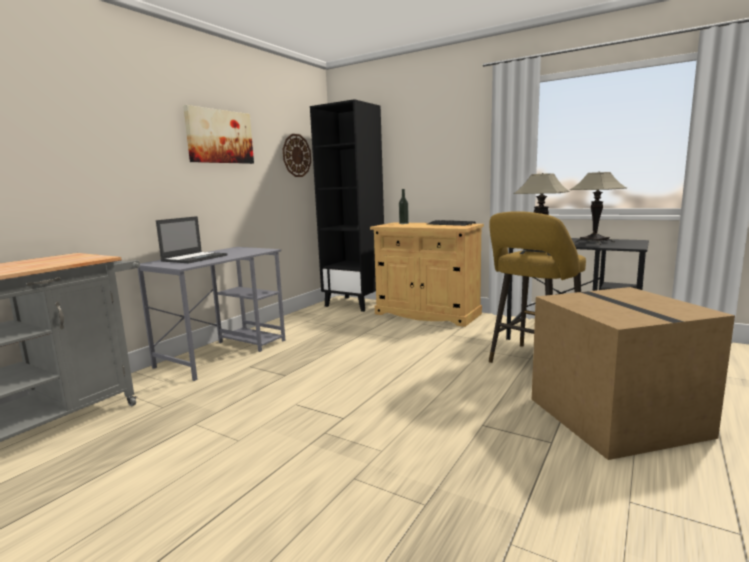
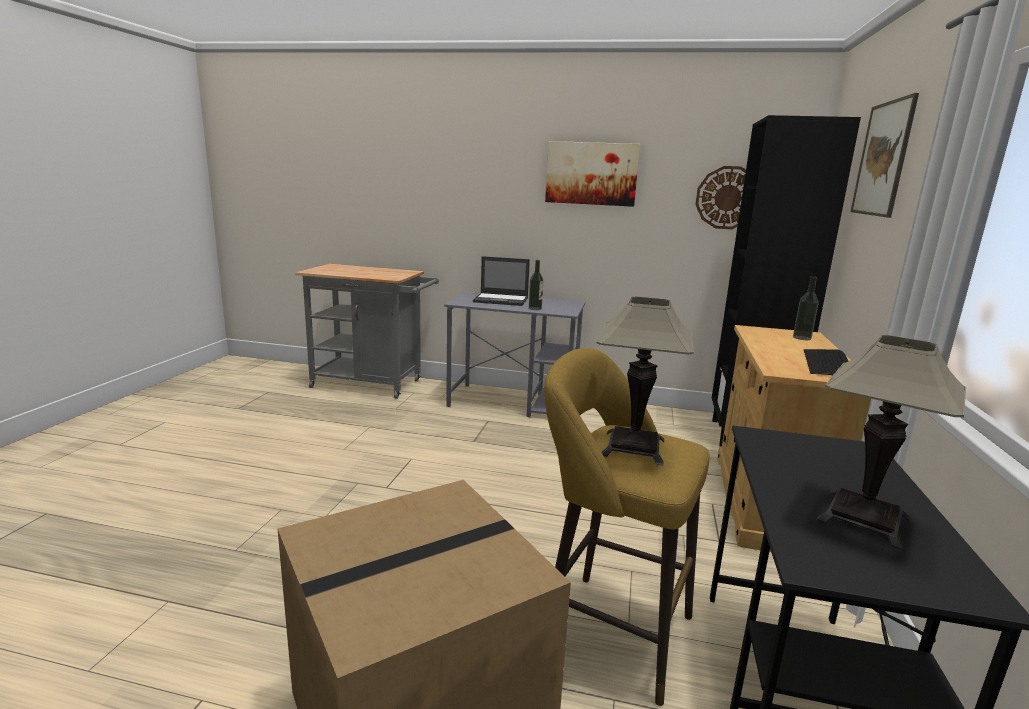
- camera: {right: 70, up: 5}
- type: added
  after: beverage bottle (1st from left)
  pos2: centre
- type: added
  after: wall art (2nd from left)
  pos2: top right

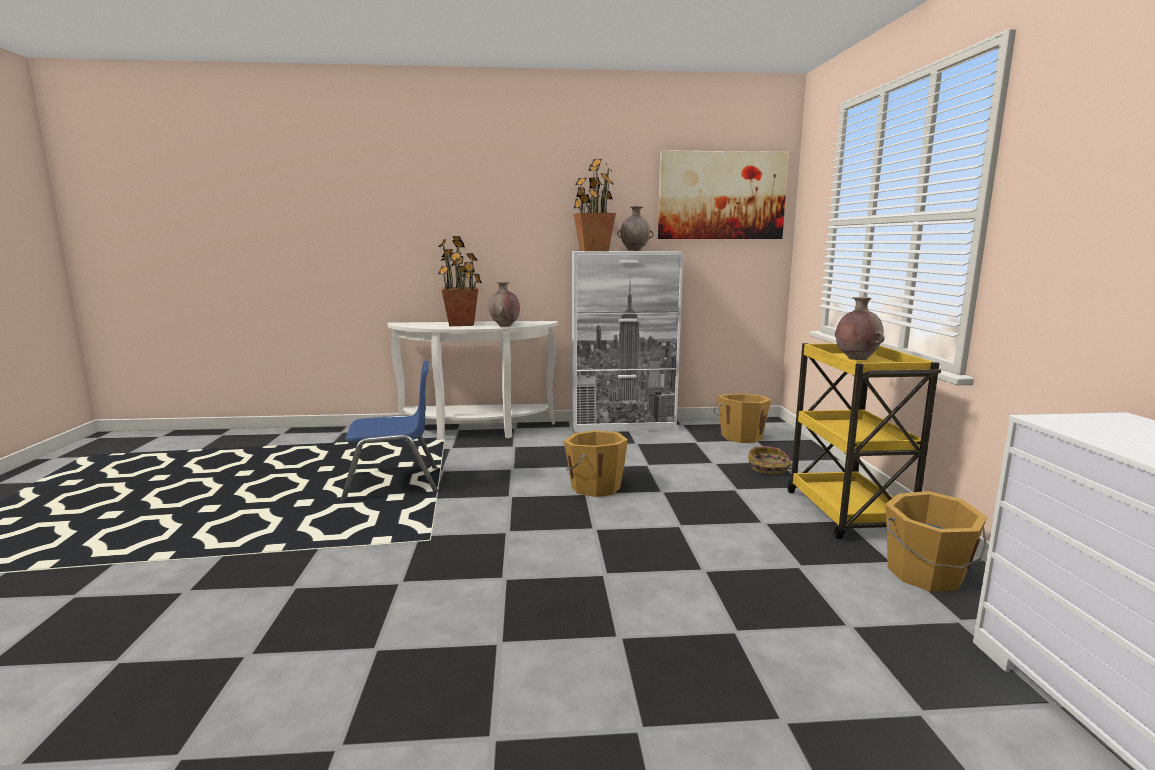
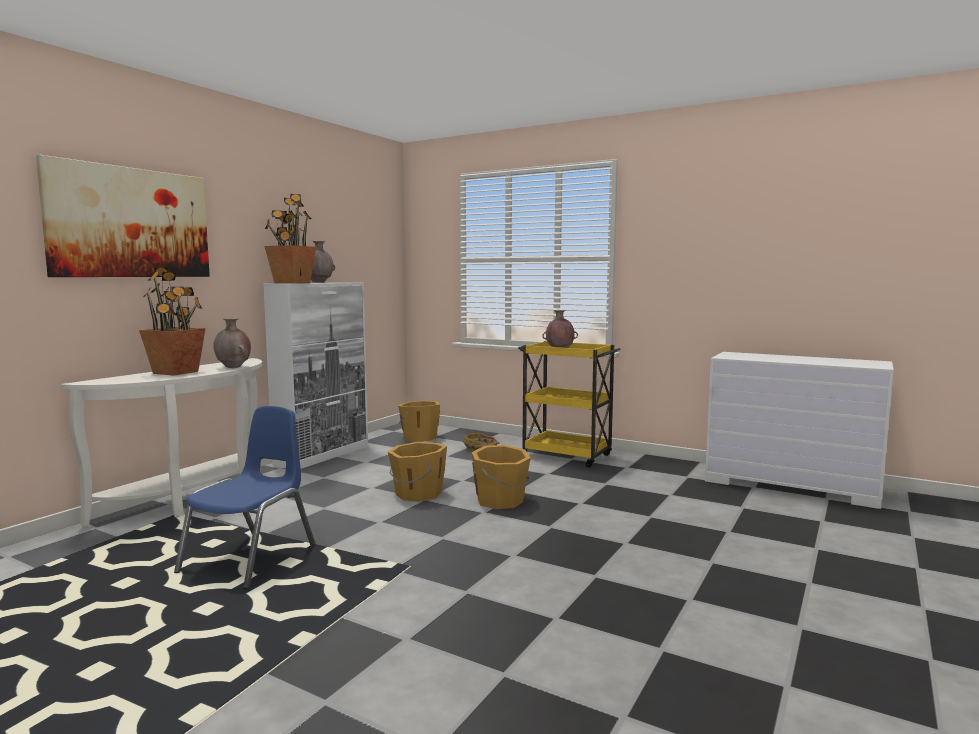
- camera: {right: -55, up: -5}
- type: moved
  before: wall art
  pos1: top centre
  pos2: top left
- type: moved
  before: bucket (orange) (3rd from left)
  pos1: bottom right
  pos2: centre

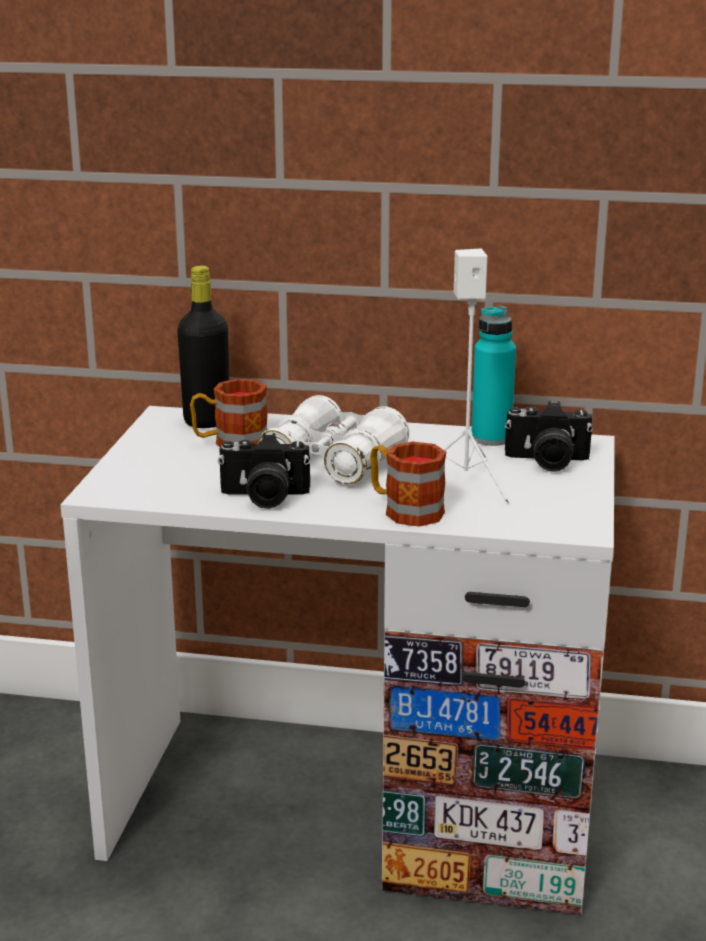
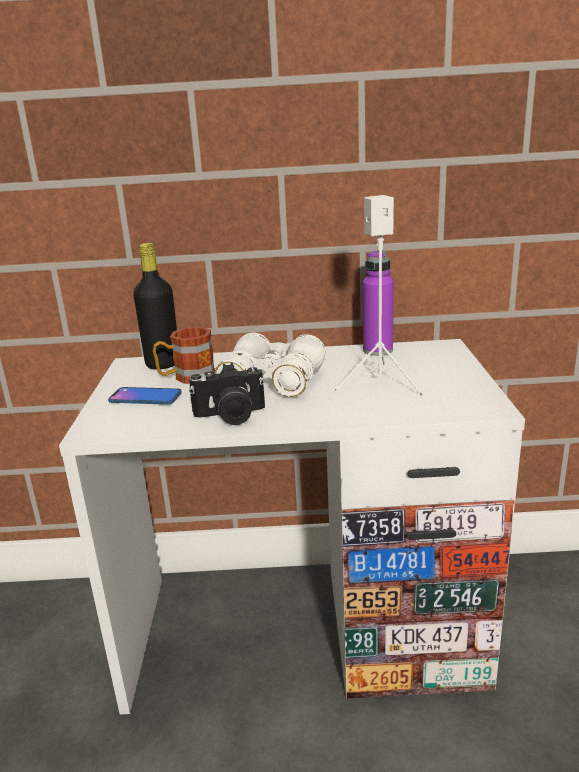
- camera: {right: -10, up: 0}
- type: added
  after: phone
  pos2: middle left
- type: recoloured
  before: beverage bottle (turquoise)
  after: beverage bottle (purple)
  pos1: middle right
  pos2: centre
- type: removed
  before: tea mug (2nd from left)
  pos1: centre
- type: removed
  before: photo camera (2nd from left)
  pos1: middle right

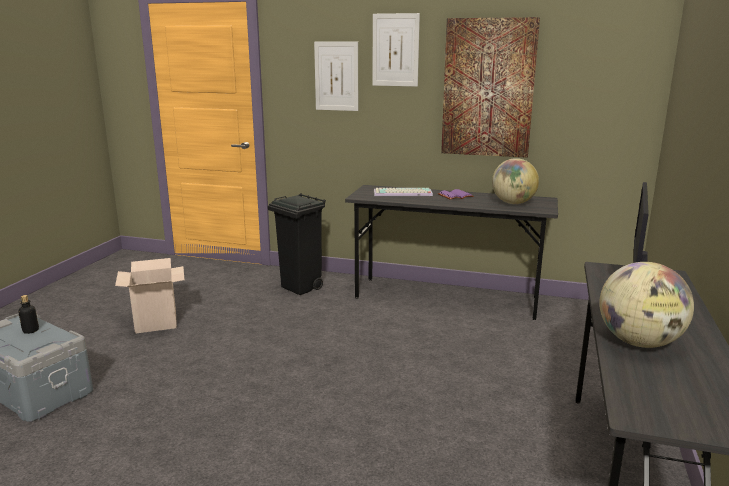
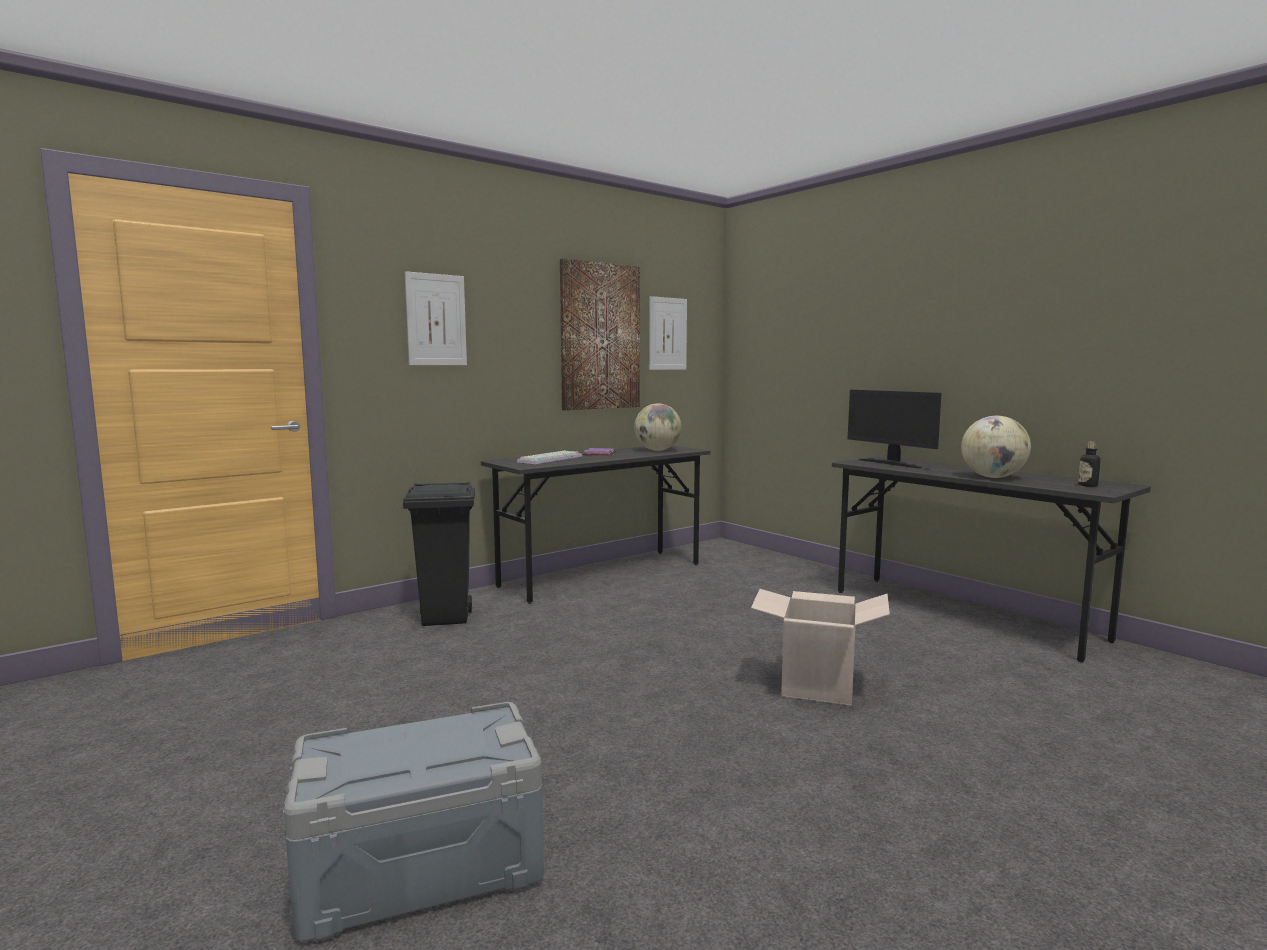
- camera: {right: -55, up: -10}
- type: moved
  before: wall art (2nd from left in the first image)
  after: wall art (3rd from left)
  pos1: top centre
  pos2: centre
- type: moved
  before: carton
  pos1: middle left
  pos2: bottom centre
- type: moved
  before: beverage bottle
  pos1: middle left
  pos2: middle right

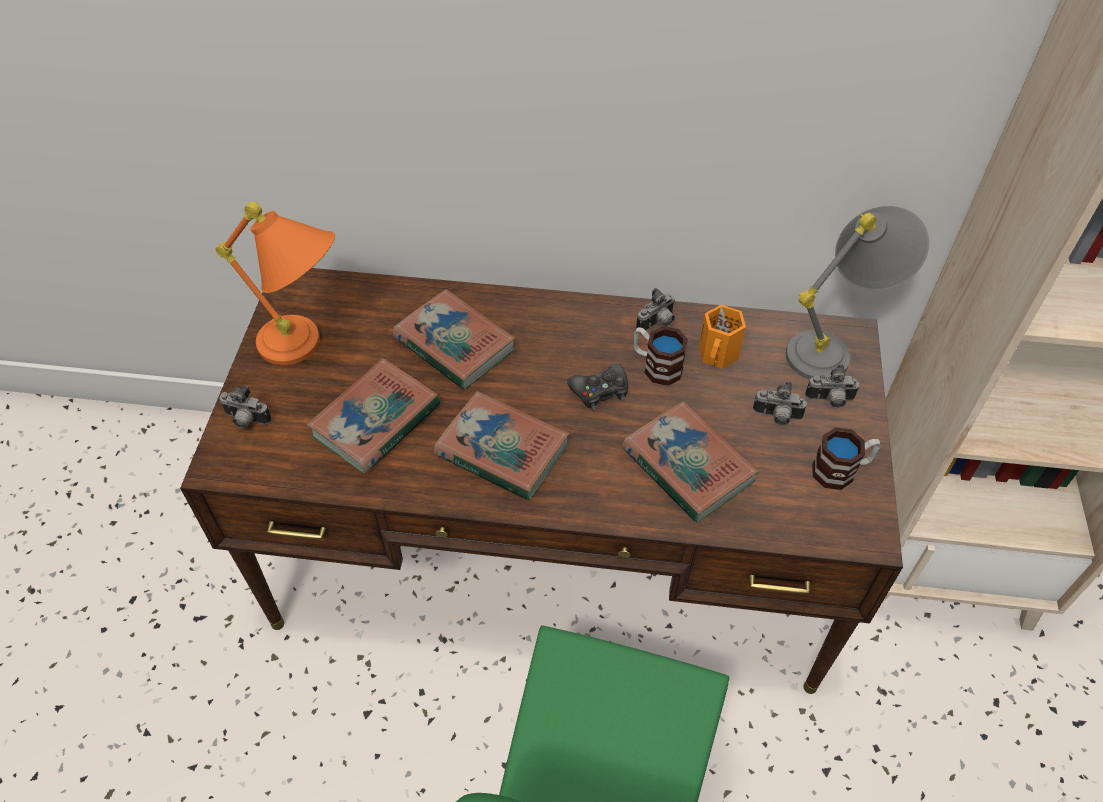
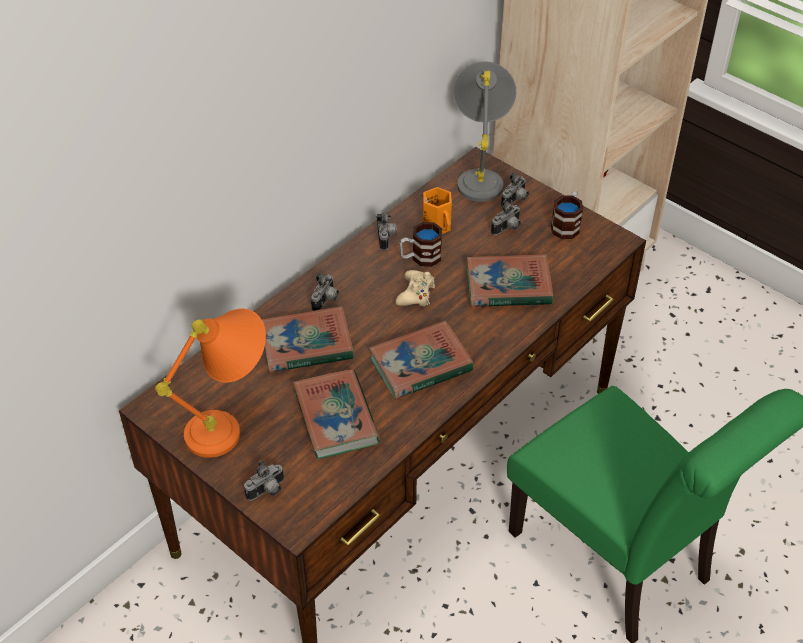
- camera: {right: -55, up: -5}
- type: added
  after: photo camera (2nd from left)
  pos2: centre
- type: recoloured
  before: joypad (black)
  after: joypad (beige-coloured)
  pos1: centre
  pos2: centre

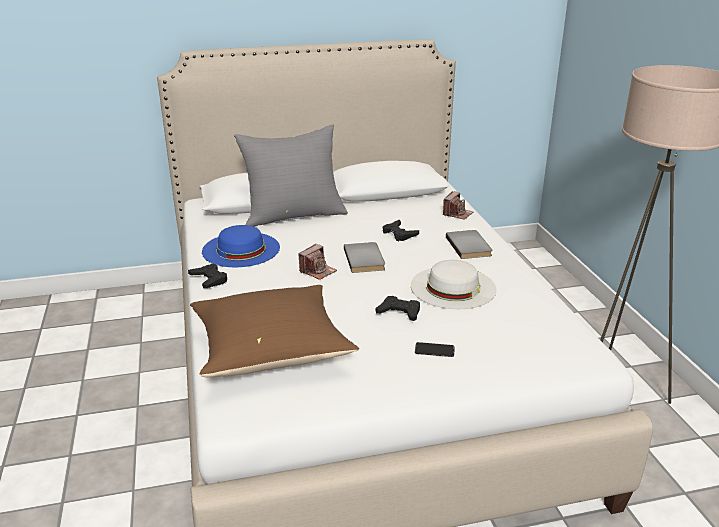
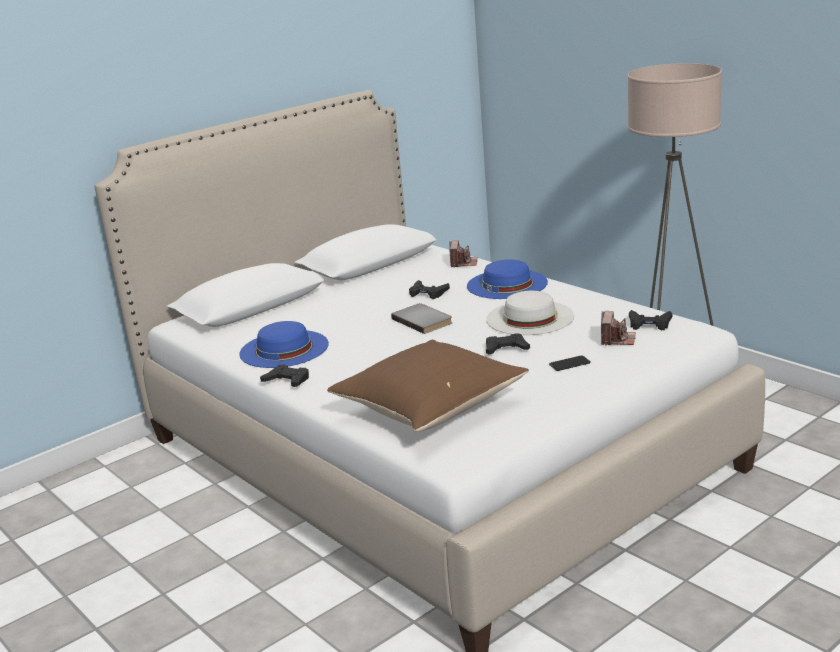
- camera: {right: -25, up: -5}
- type: replaced
  before: volume (gray) (2nd from left)
  after: wearable hat (blue) (2nd from left)
  pos1: centre
  pos2: centre
- type: moved
  before: photo camera (1st from left in the first image)
  after: photo camera (2nd from left)
  pos1: centre
  pos2: middle right
- type: added
  after: joypad (black) (4th from left)
  pos2: middle right
- type: removed
  before: cushion (gray)
  pos1: top centre

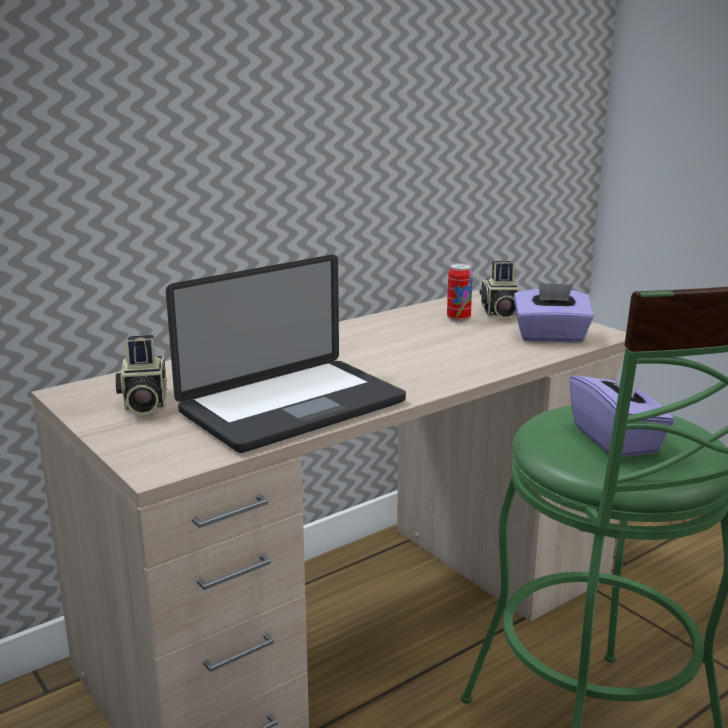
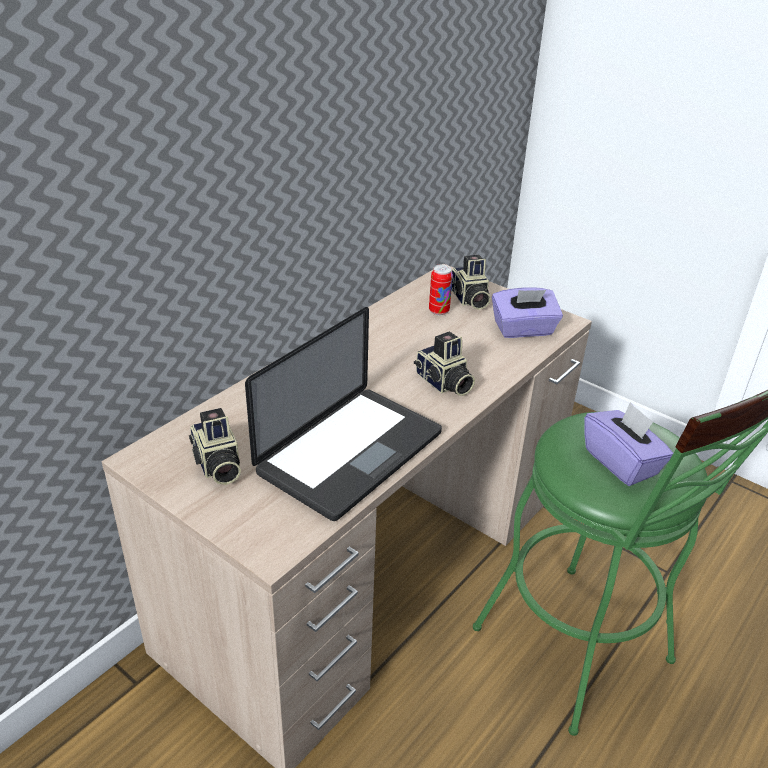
- camera: {right: -15, up: 15}
- type: added
  after: photo camera (2nd from left)
  pos2: centre

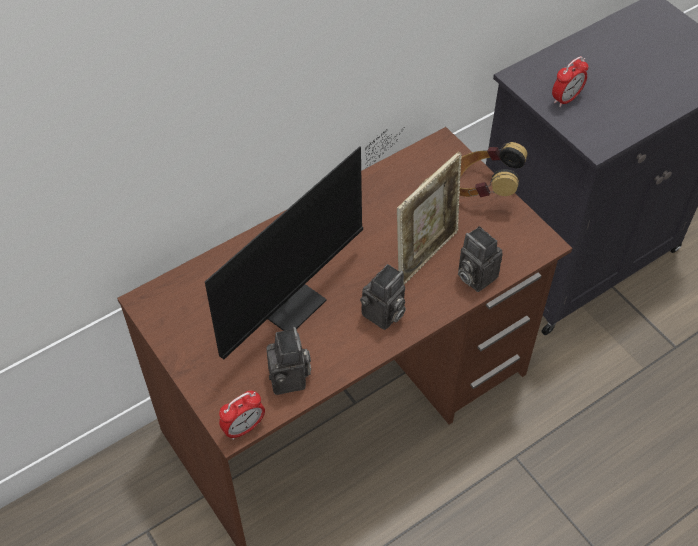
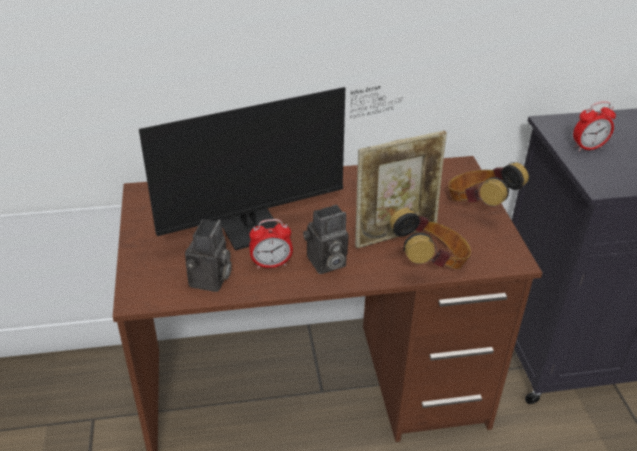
- camera: {right: 25, up: -15}
- type: moved
  before: table clock (1st from left)
  pos1: bottom centre
  pos2: centre
- type: replaced
  before: photo camera (3rd from left)
  after: headset (1st from left)
  pos1: middle right
  pos2: middle right

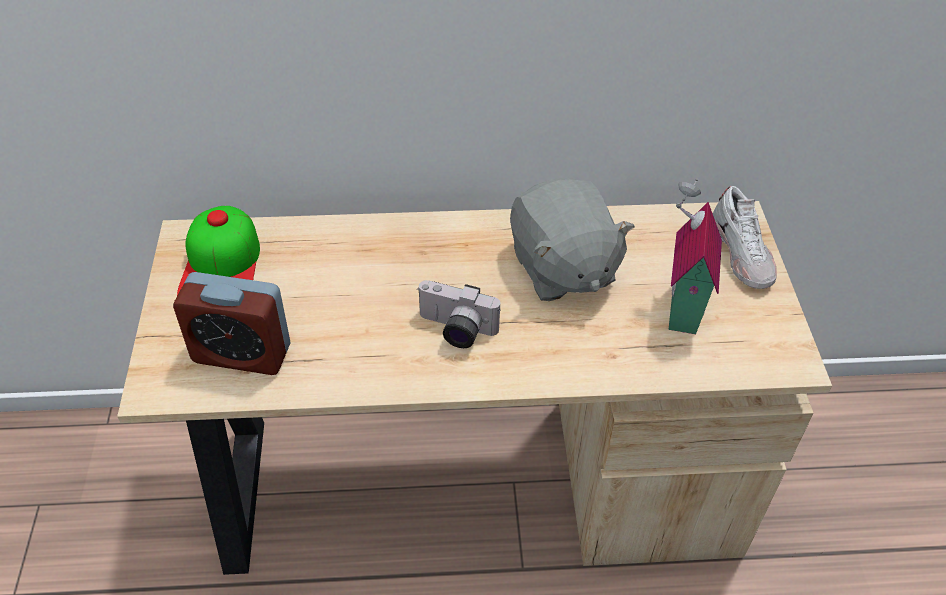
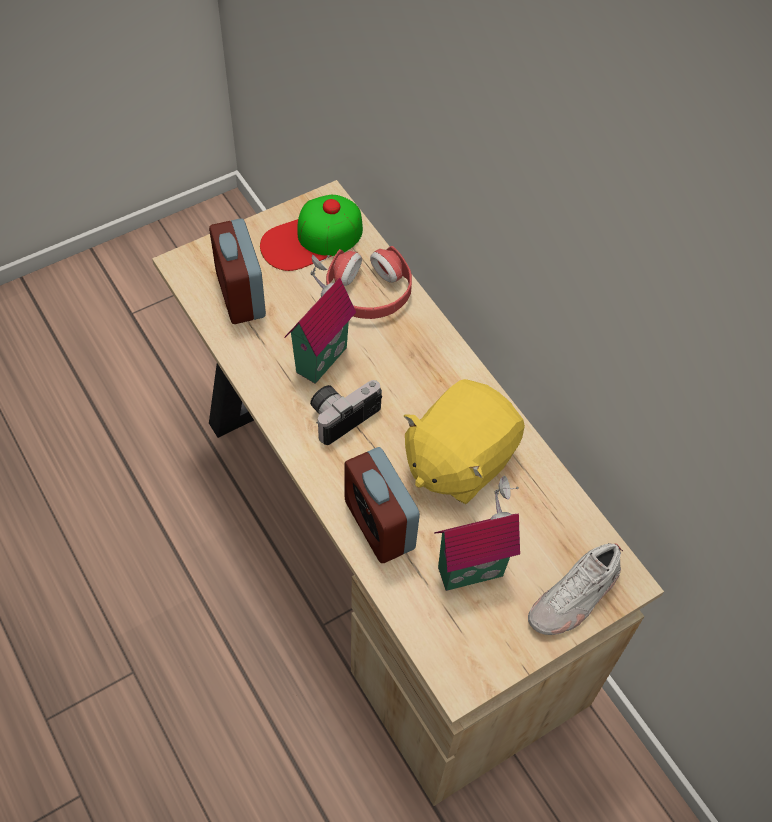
- camera: {right: 60, up: 10}
- type: added
  after: model house (1st from left)
  pos2: centre
- type: turned
  before: photo camera
  pos1: centre
  pos2: centre
  turn: 60
- type: added
  after: headset (red)
  pos2: centre
- type: added
  after: table clock (2nd from left)
  pos2: centre
- type: recoloured
  before: plush toy (gray)
  after: plush toy (yellowish)
  pos1: centre
  pos2: centre

